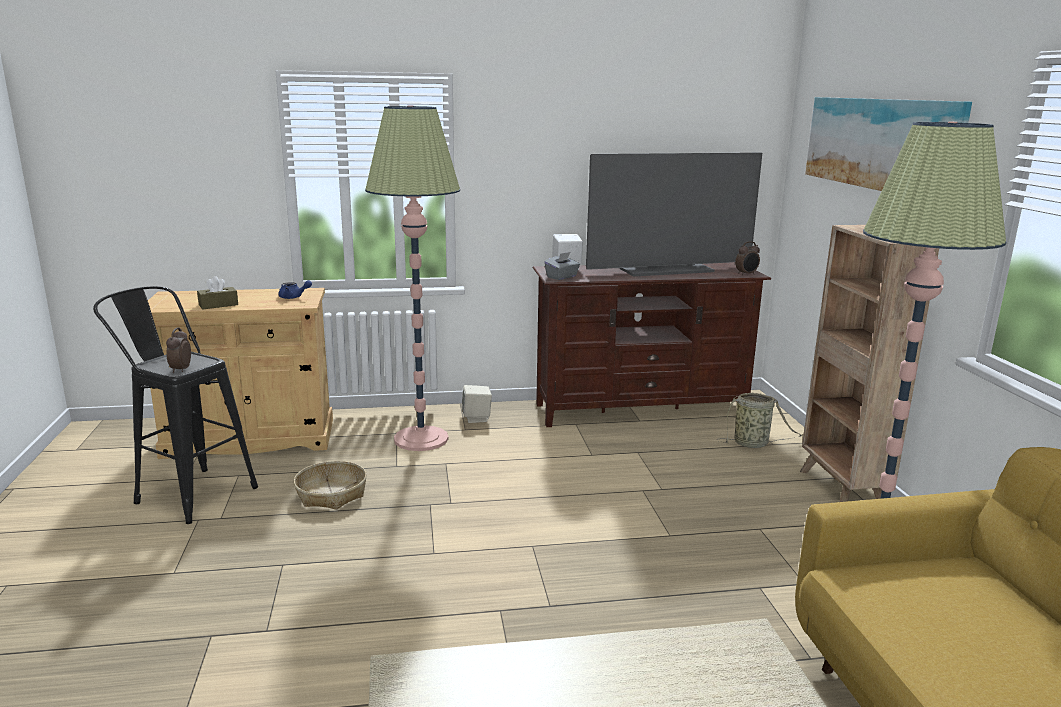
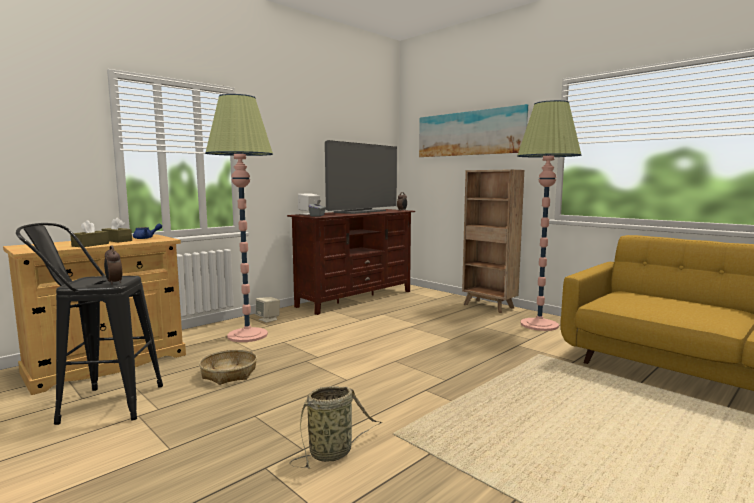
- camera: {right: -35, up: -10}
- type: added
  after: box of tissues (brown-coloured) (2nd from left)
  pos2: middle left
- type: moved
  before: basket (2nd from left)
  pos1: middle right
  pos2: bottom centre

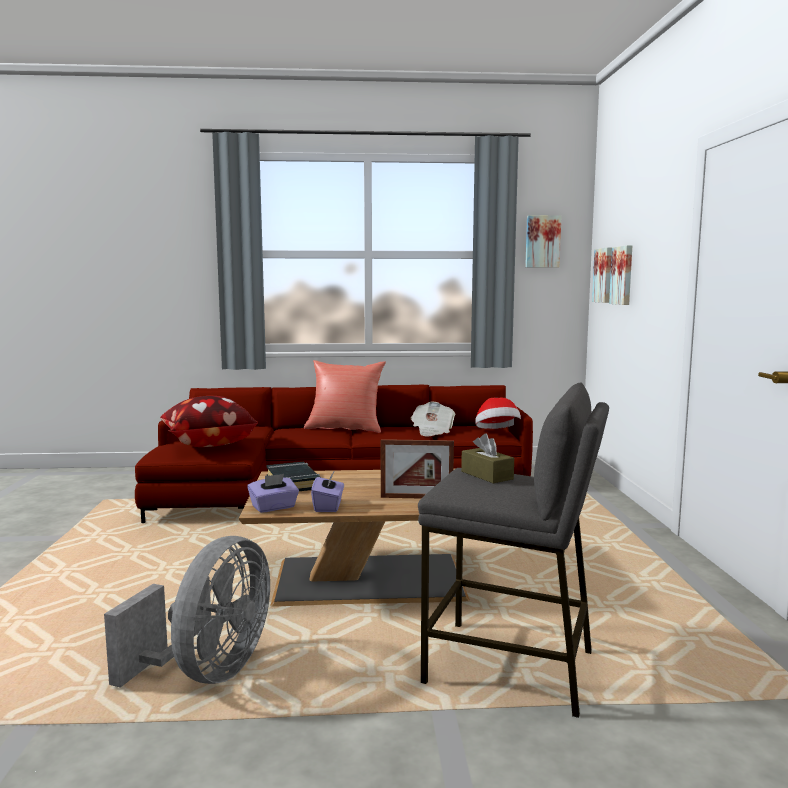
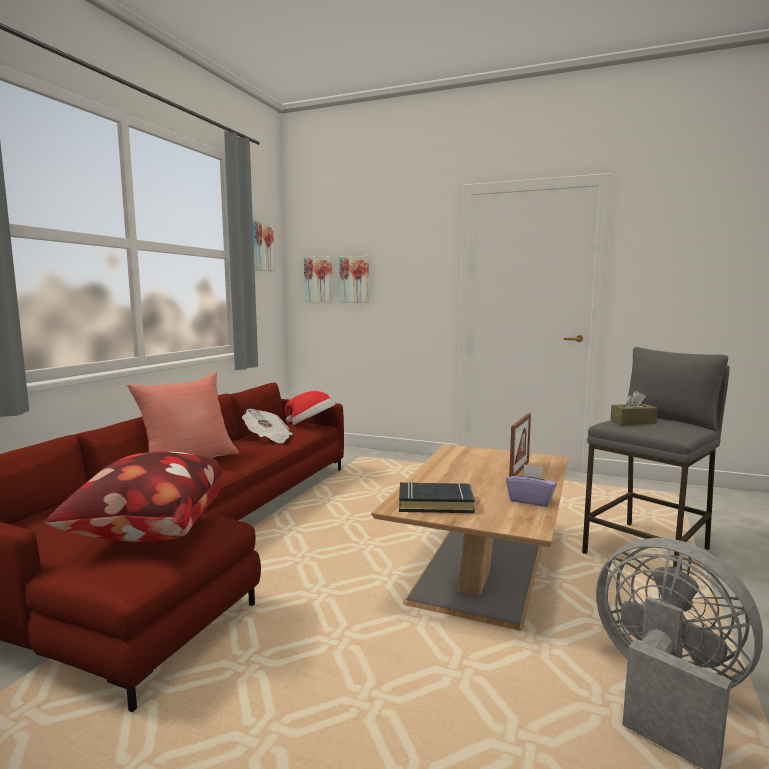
- camera: {right: -65, up: 0}
- type: removed
  before: box of tissues (purple) (1st from left)
  pos1: centre

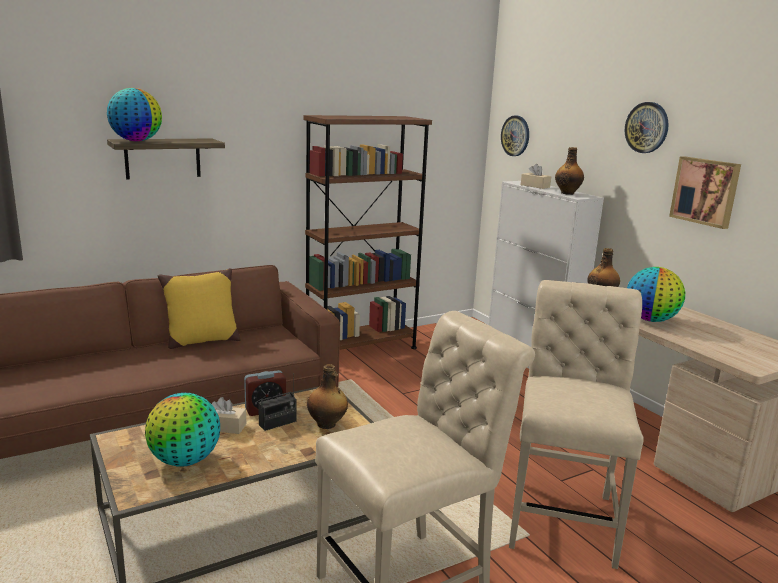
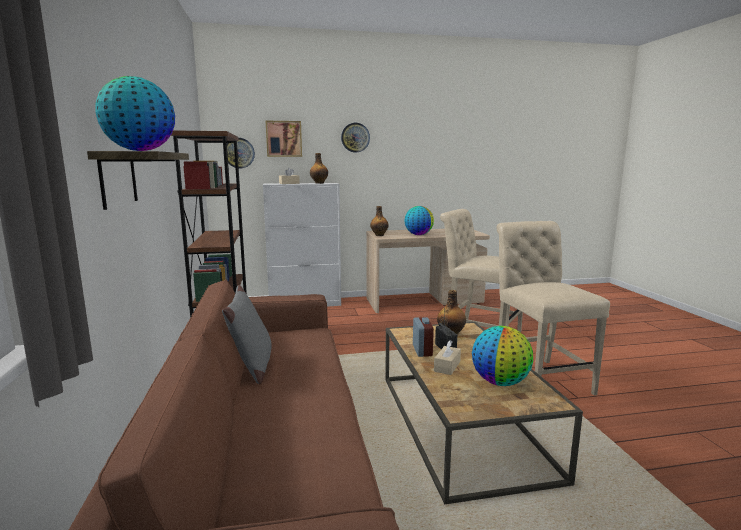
- camera: {right: -70, up: -5}
- type: recoloured
  before: cushion (yellowish)
  after: cushion (gray)
  pos1: middle left
  pos2: centre
- type: moved
  before: wall art
  pos1: top right
  pos2: top centre

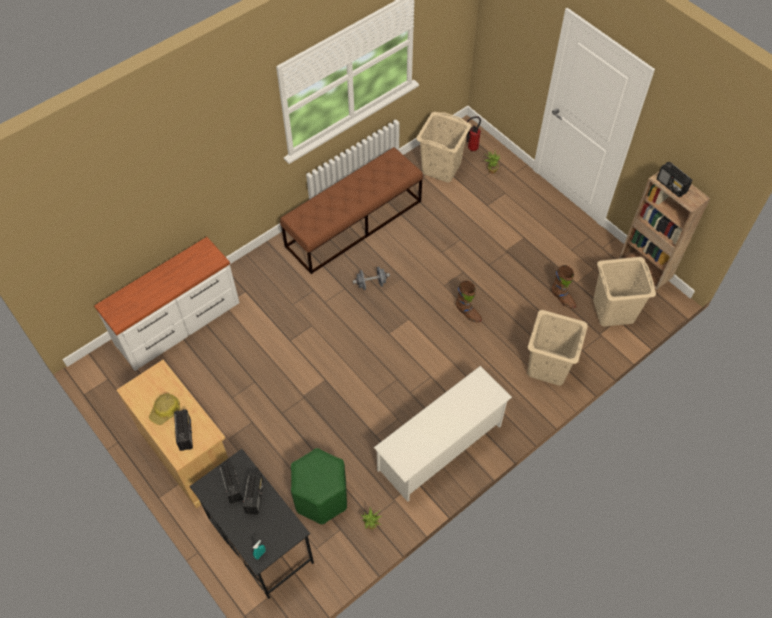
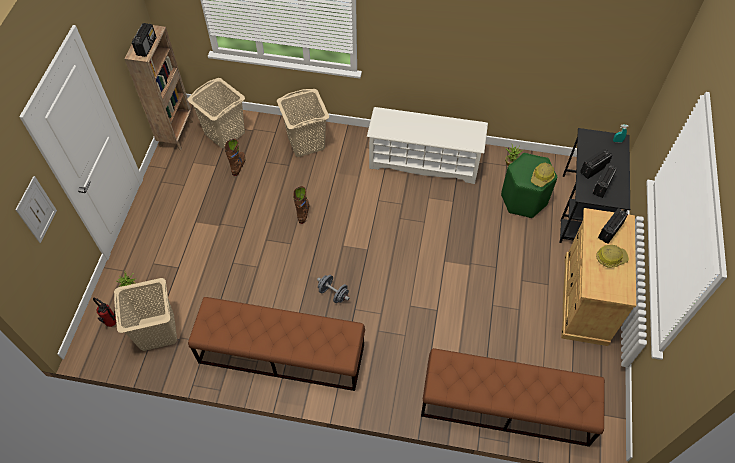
- camera: {right: -130, up: 0}
- type: added
  after: wall art
  pos2: middle left
- type: replaced
  before: dresser (white-coloured)
  after: long seat (brown-coloured) (2nd from left)
  pos1: middle left
  pos2: bottom right
- type: added
  after: work helmet (1st from left)
  pos2: middle right

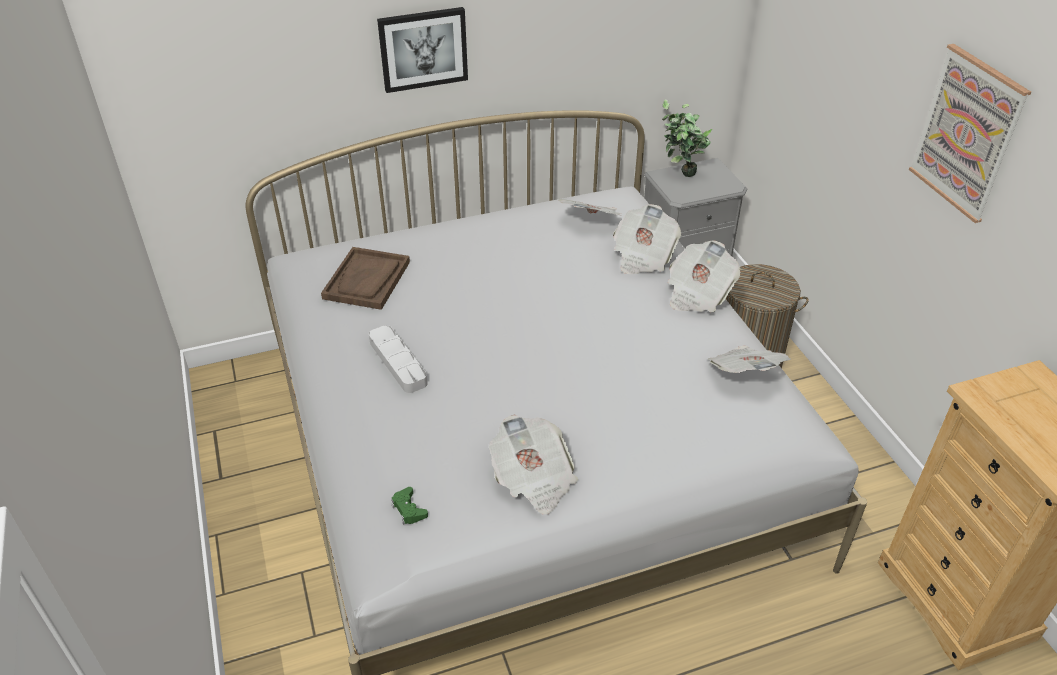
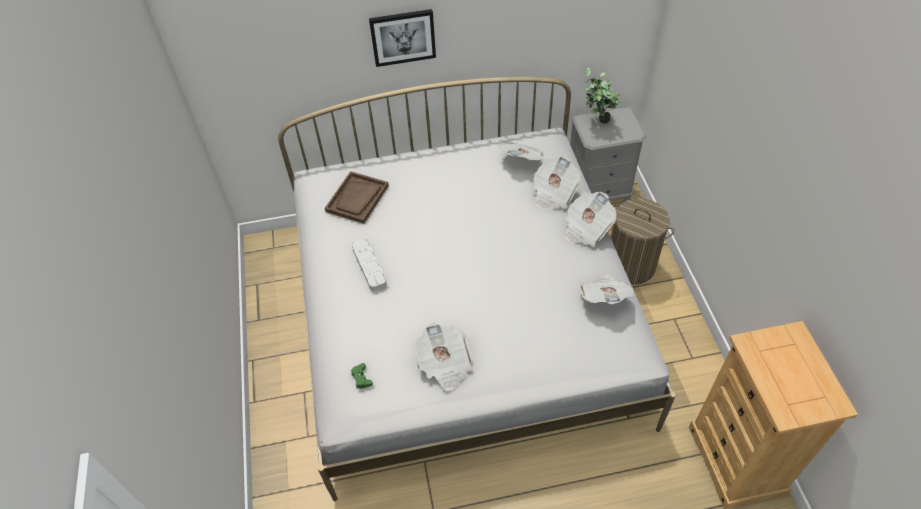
- camera: {right: 10, up: 10}
- type: removed
  before: wall art (2nd from left)
  pos1: top right

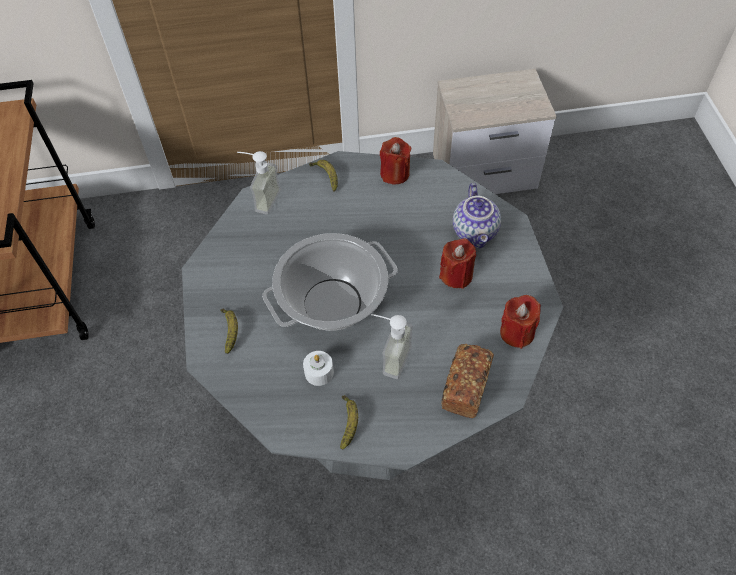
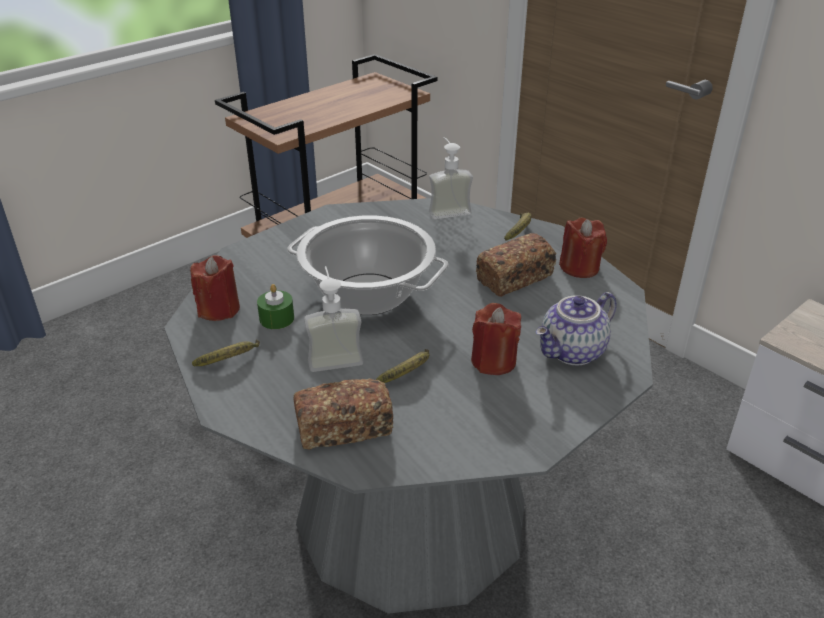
- camera: {right: 55, up: -20}
- type: moved
  before: wax light (red) (3rd from left in the first image)
  after: wax light (red) (1st from left)
  pos1: middle right
  pos2: middle left
- type: recoloured
  before: wax light (white-coloured)
  after: wax light (green)
  pos1: centre
  pos2: centre
- type: moved
  before: banana (1st from left in the first image)
  after: banana (2nd from left)
  pos1: middle left
  pos2: centre
- type: added
  after: bread (2nd from left)
  pos2: centre

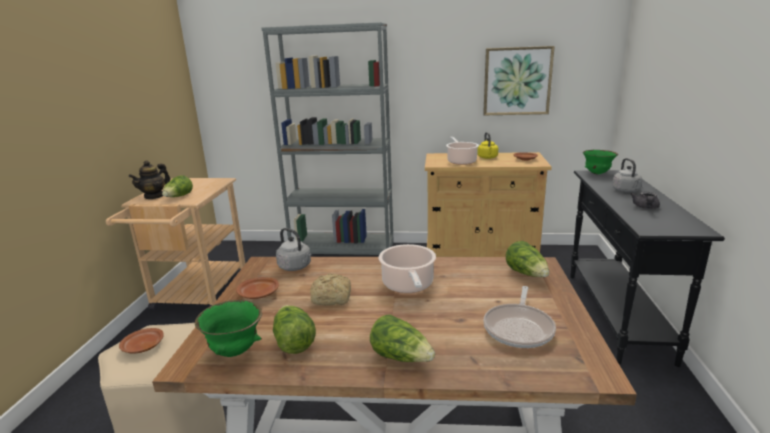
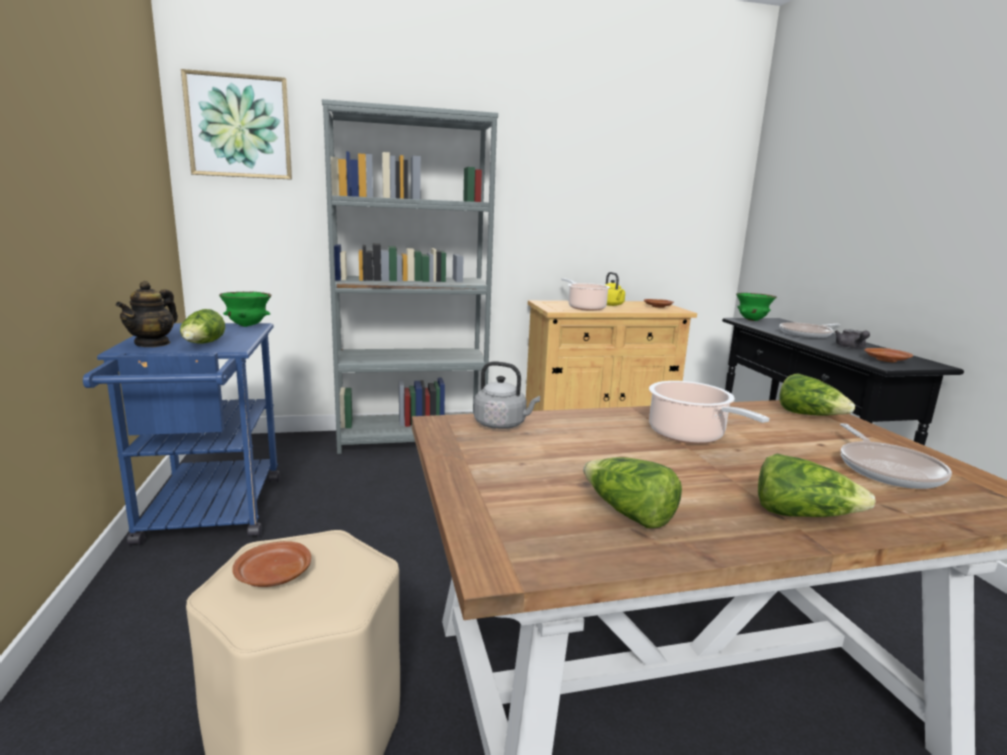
- camera: {right: -20, up: -5}
- type: recoloured
  before: wheeled cart (beige-coloured)
  after: wheeled cart (blue)
  pos1: middle left
  pos2: middle left
- type: moved
  before: wall art
  pos1: top right
  pos2: top left
- type: moved
  before: serving bowl (green) (1st from left)
  pos1: bottom left
  pos2: middle left
- type: replaced
  before: kettle (gray) (2nd from left)
  after: frying pan (1st from left)
  pos1: middle right
  pos2: middle right
- type: moved
  before: plate (brown-coloured) (2nd from left in the first image)
  after: plate (brown-coloured) (3rd from left)
  pos1: centre
  pos2: middle right
- type: removed
  before: bread
  pos1: bottom centre

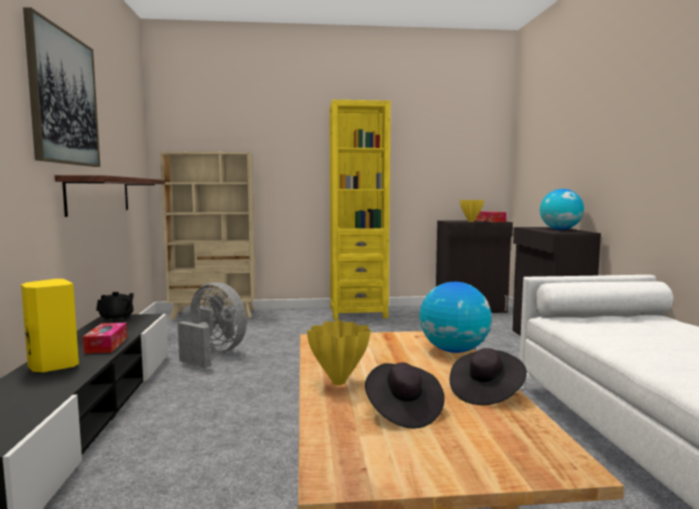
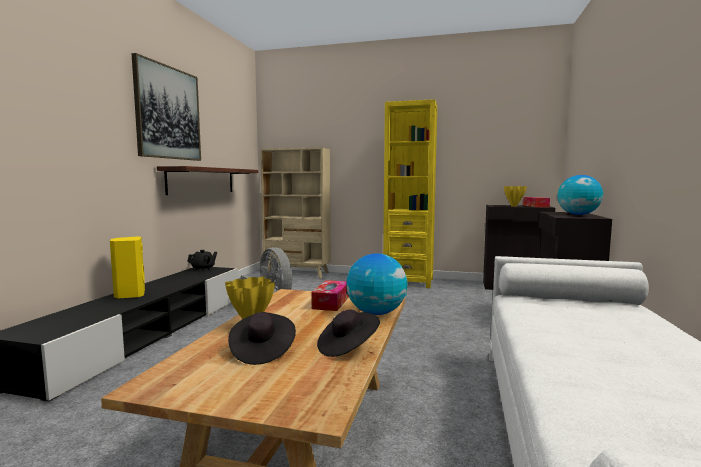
- camera: {right: 20, up: 0}
- type: moved
  before: box of tissues (1st from left)
  pos1: middle left
  pos2: centre

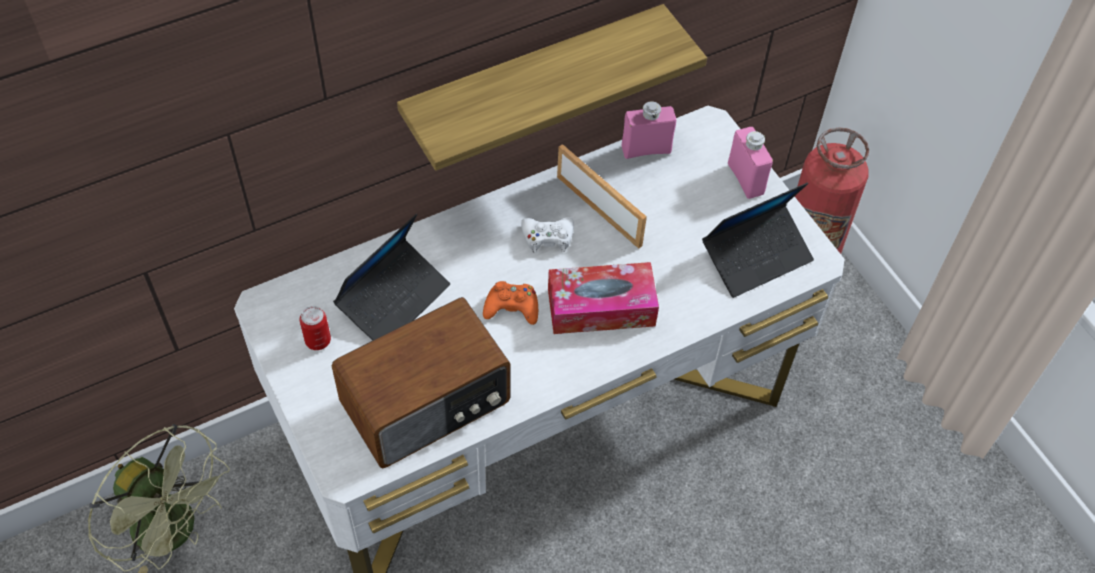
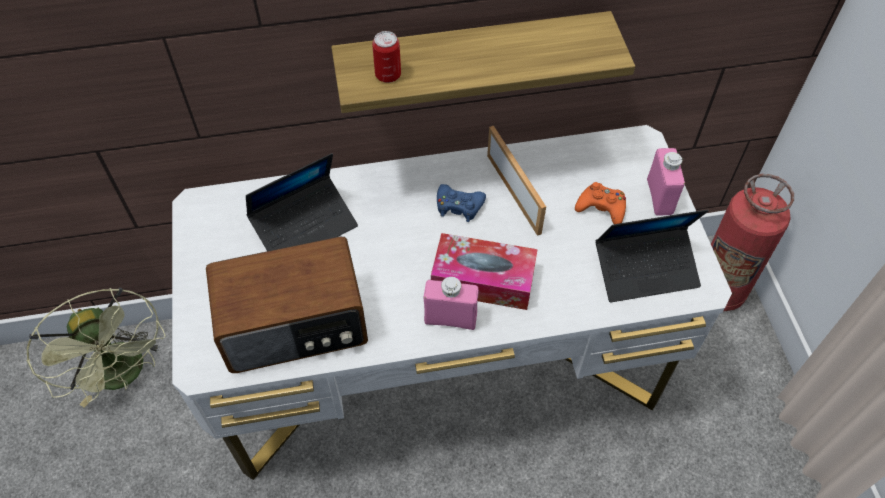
- camera: {right: 20, up: 0}
- type: moved
  before: sealed can
  pos1: middle left
  pos2: top centre
- type: moved
  before: beverage bottle (pink) (1st from left)
  pos1: top centre
  pos2: centre
- type: recoloured
  before: joypad (white-coloured)
  after: joypad (blue)
  pos1: centre
  pos2: centre
- type: moved
  before: joypad (orange)
  pos1: centre
  pos2: middle right

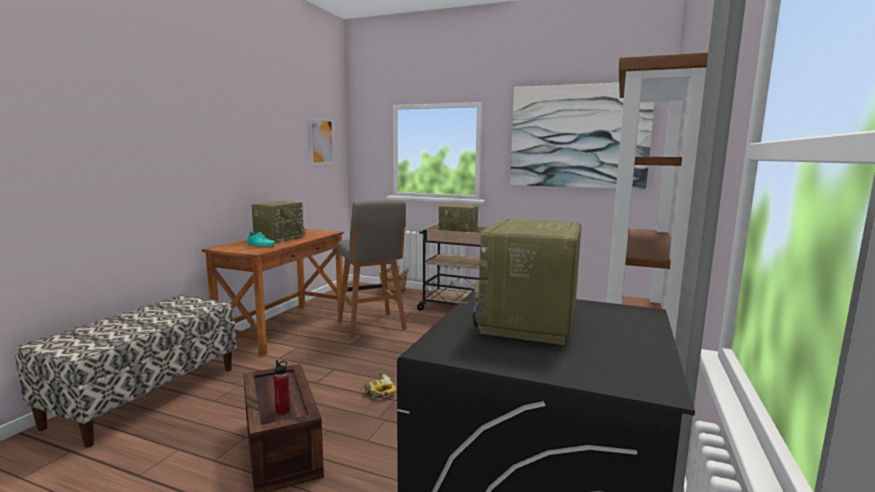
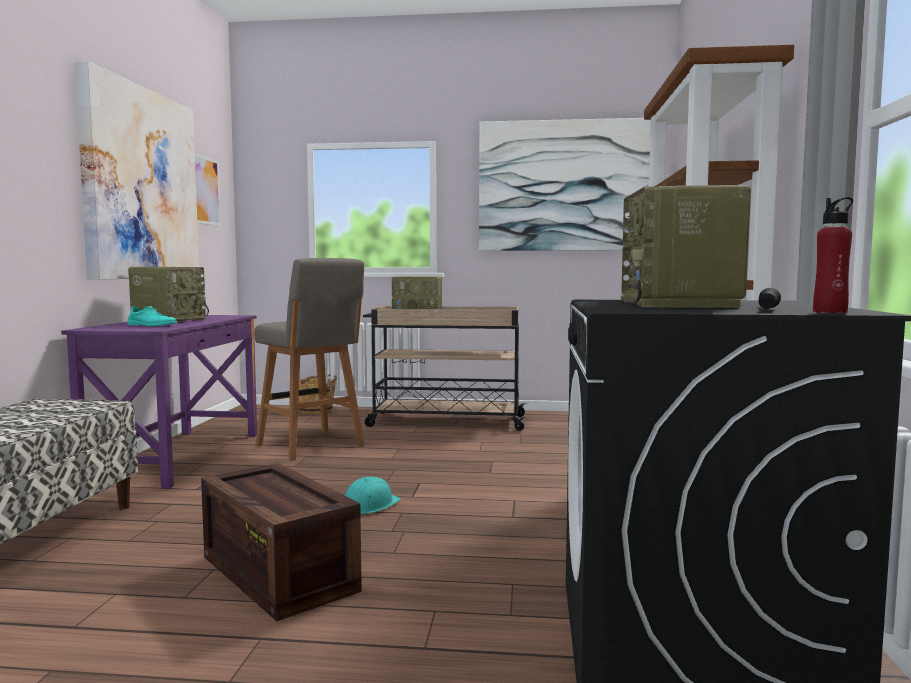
- camera: {right: -15, up: -5}
- type: recoloured
  before: desk table (brown-coloured)
  after: desk table (purple)
  pos1: middle left
  pos2: middle left
- type: added
  after: wall art (1st from left)
  pos2: top left
- type: replaced
  before: power drill
  after: work helmet (turquoise)
  pos1: bottom centre
  pos2: bottom centre
- type: added
  after: hand torch (black)
  pos2: middle right
- type: moved
  before: beverage bottle (red)
  pos1: bottom left
  pos2: middle right

